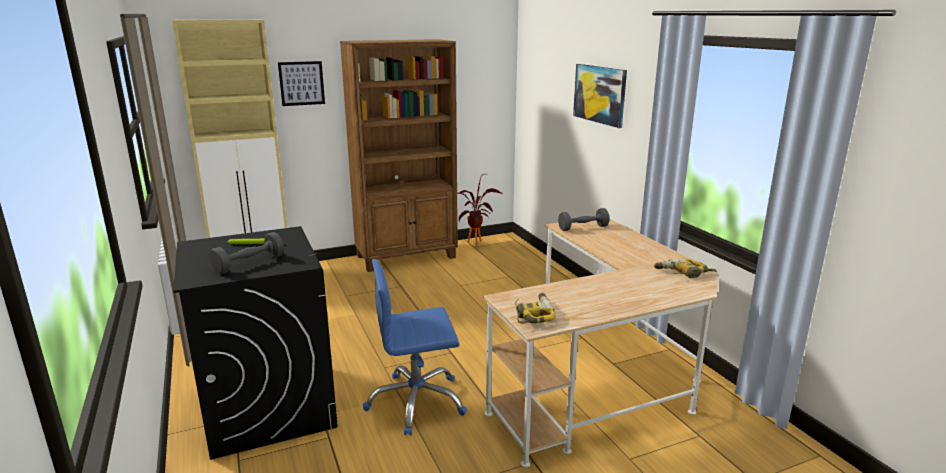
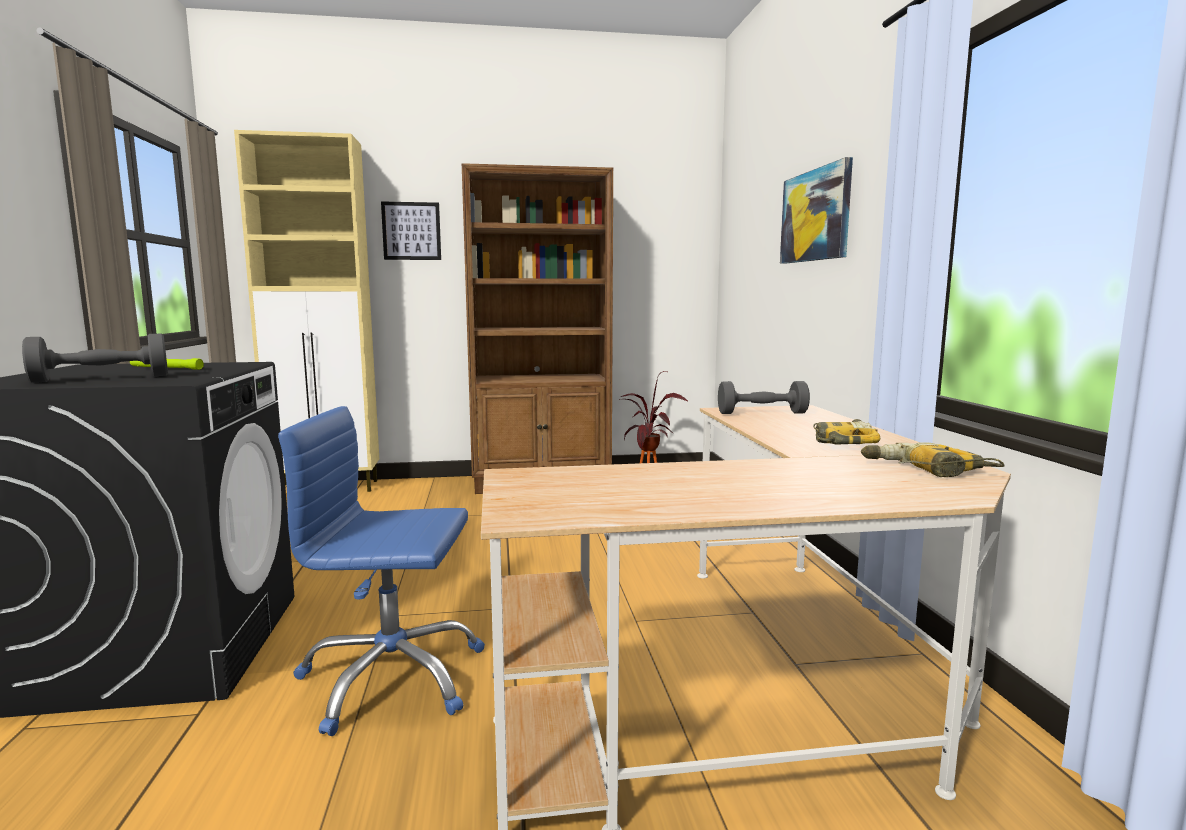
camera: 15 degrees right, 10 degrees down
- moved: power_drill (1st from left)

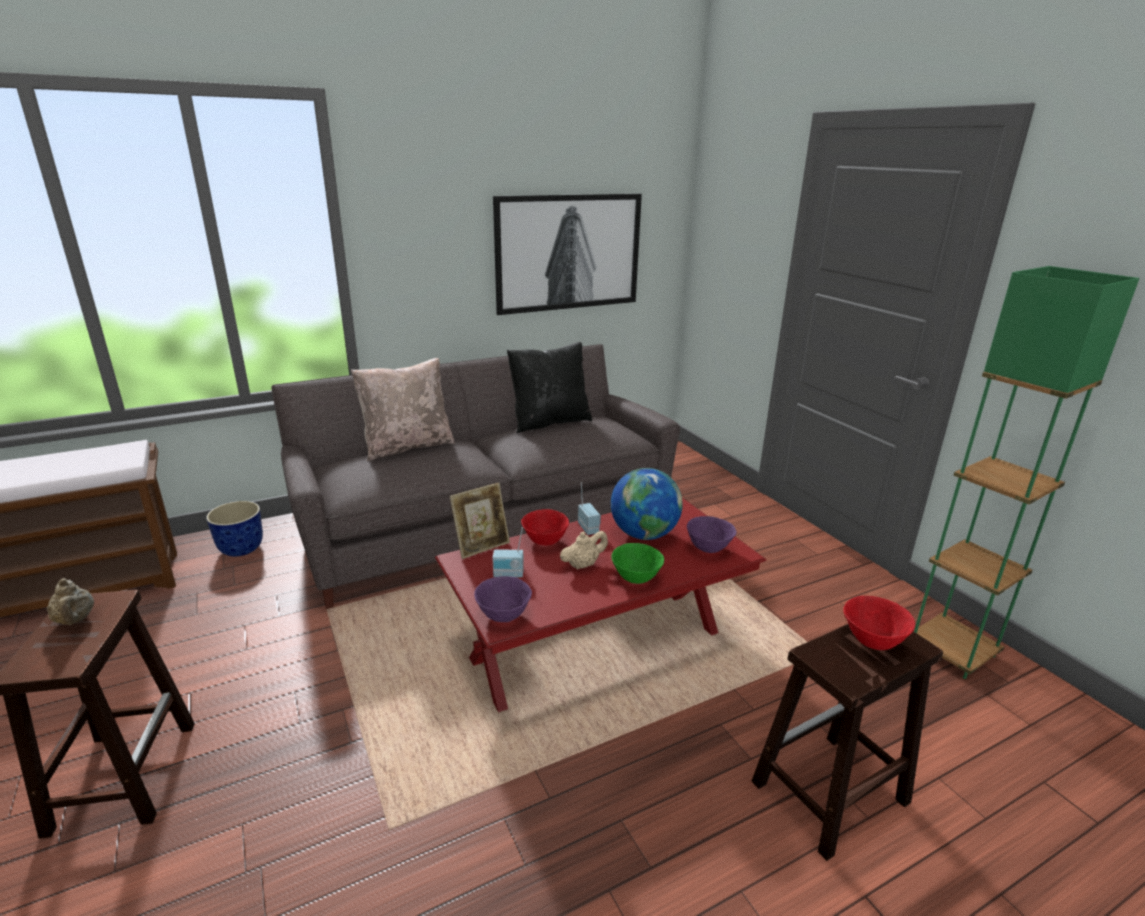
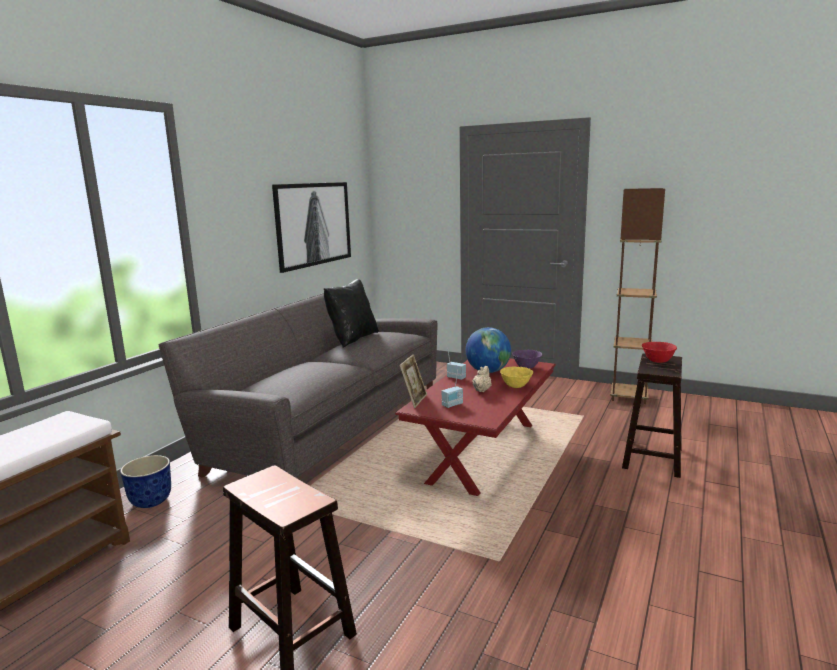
camera: 35 degrees left, 10 degrees down
- removed: beige_teapot (1st from left)
- removed: beige_pillow
- removed: purple_bowl (1st from left)
- removed: red_bowl (1st from left)
- recoloured: green_bowl to yellow_bowl
- recoloured: green_floor_lamp to brown_floor_lamp

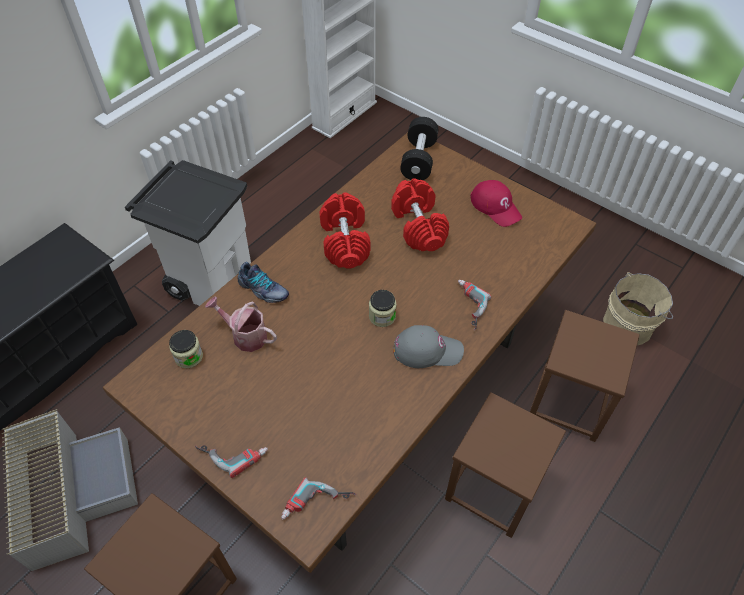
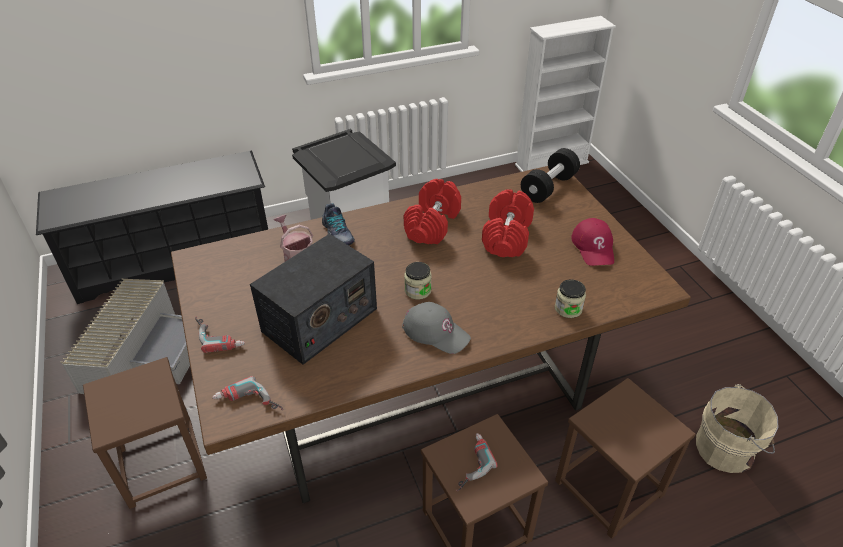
camera: 30 degrees right, 10 degrees down
- moved: jar (1st from left in the first image) to jar (2nd from left)
- moved: power_drill (3rd from left)
- added: radio

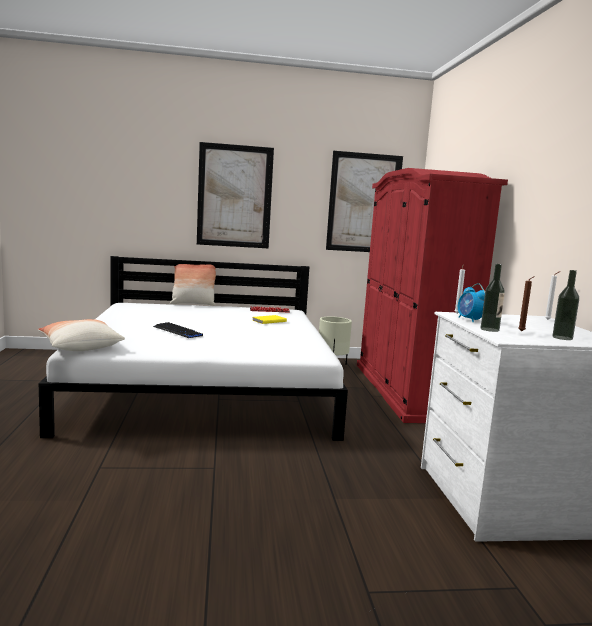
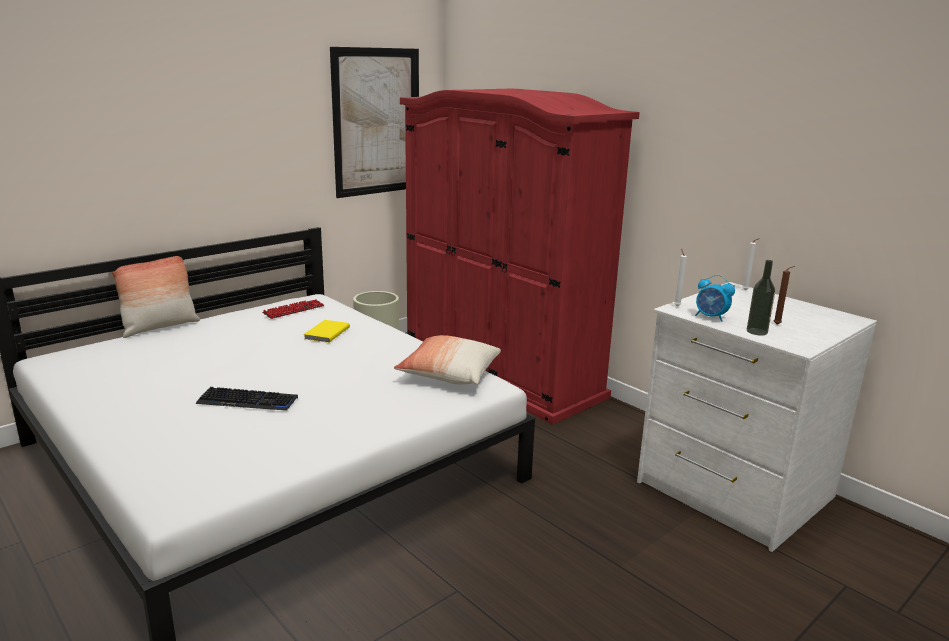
camera: 35 degrees left, 10 degrees up
- moved: pillow (1st from left in the first image) to pillow (2nd from left)
- removed: picture (1st from left)
- removed: bottle (2nd from left)

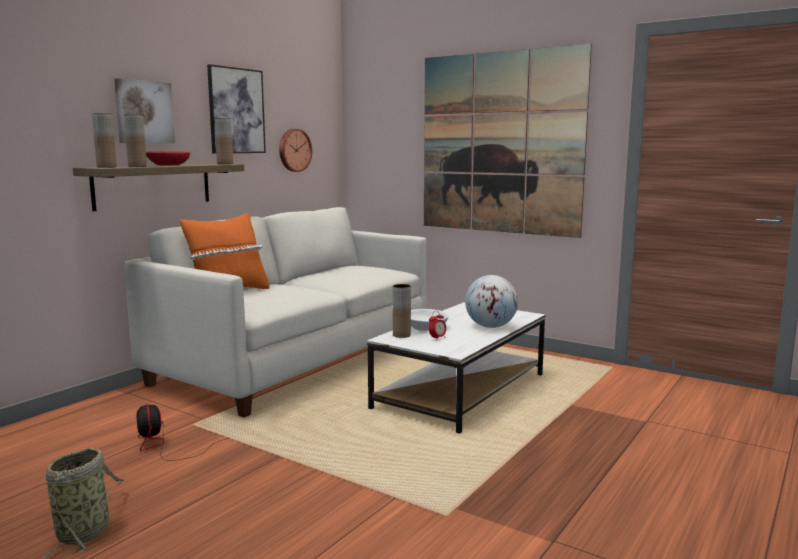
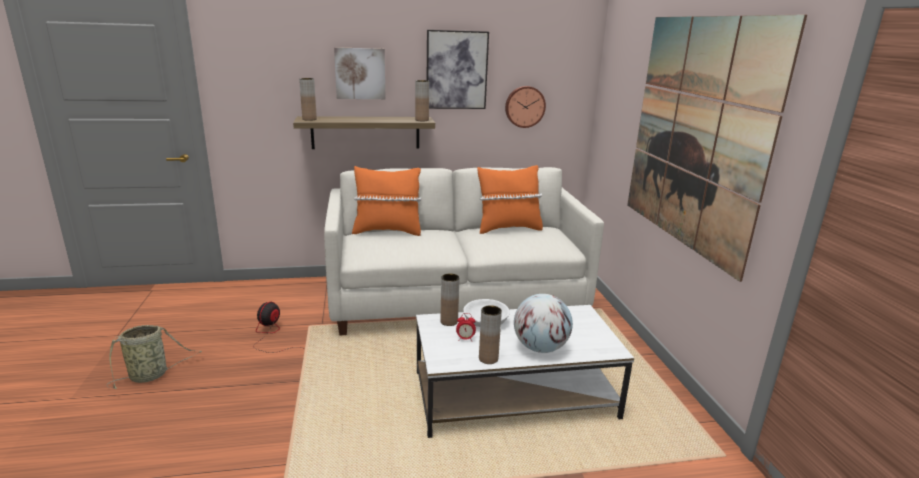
camera: 45 degrees right, 10 degrees up
- moved: brown_vase (2nd from left in the first image) to brown_vase (4th from left)
- removed: red_bowl
- added: orange_pillow (2nd from left)

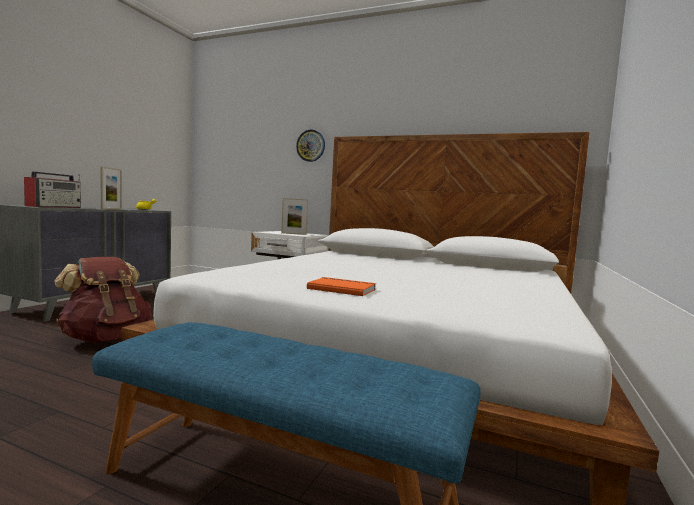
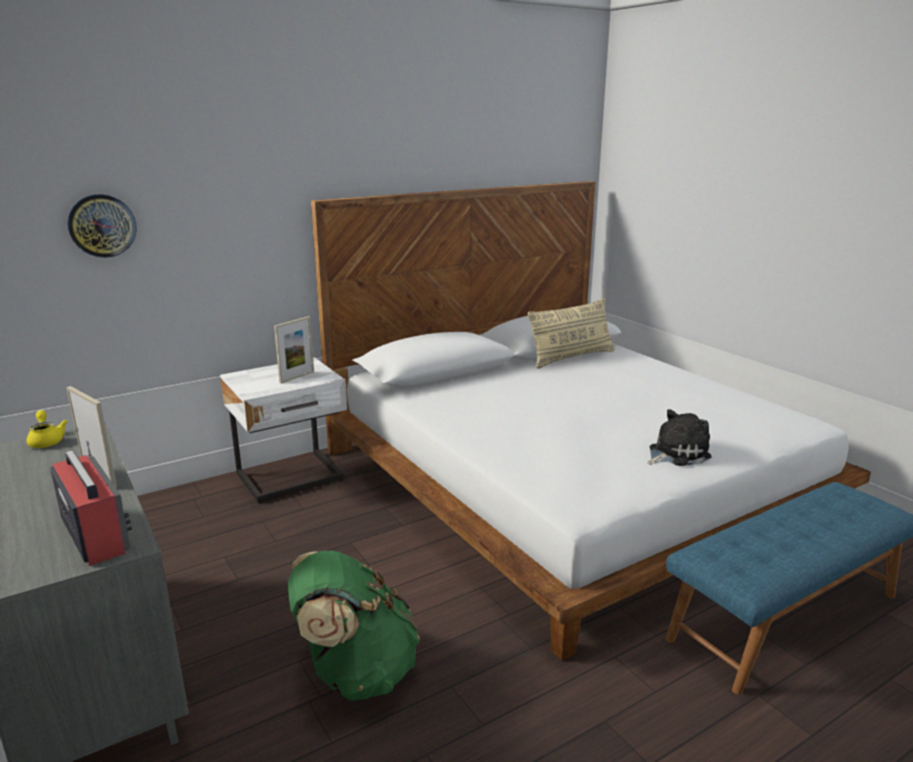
camera: 55 degrees left, 15 degrees up
- recoloured: brown_backpack to green_backpack
- moved: wall_clock
- replaced: orange_book to plush_toy
- added: beige_pillow

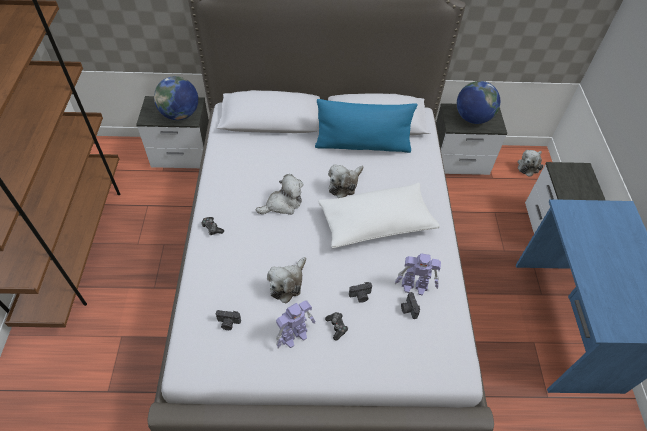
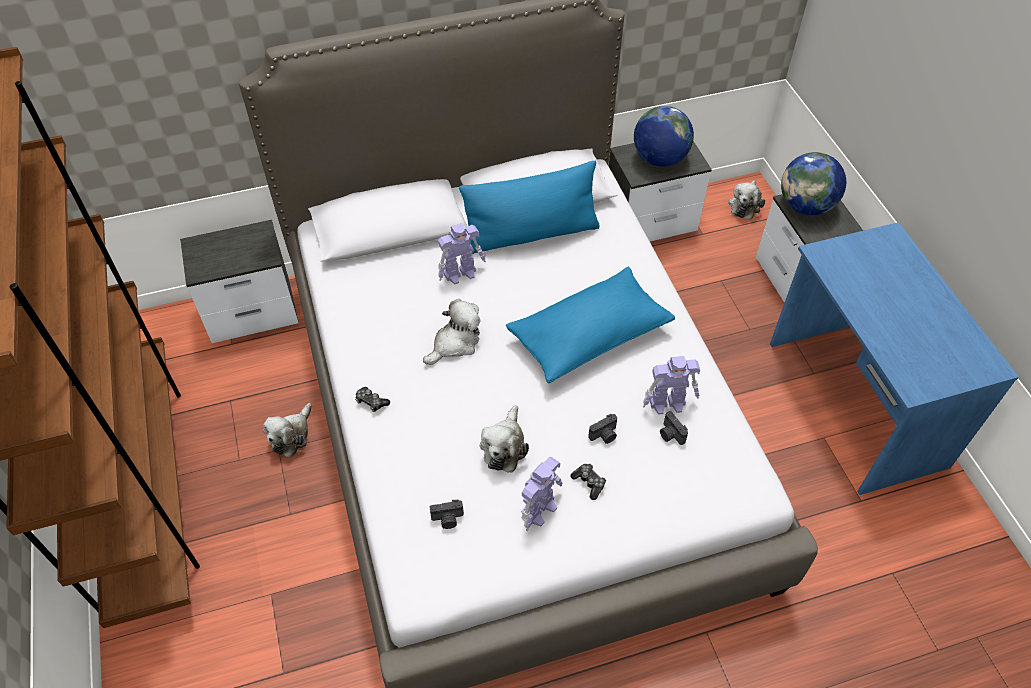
camera: 15 degrees left, 0 degrees up
- moved: globe (1st from left in the first image) to globe (2nd from left)
- recoloured: white_pillow to blue_pillow (2nd from left)
- moved: plush_toy (3rd from left in the first image) to plush_toy (1st from left)
- added: toy_robot (1st from left)

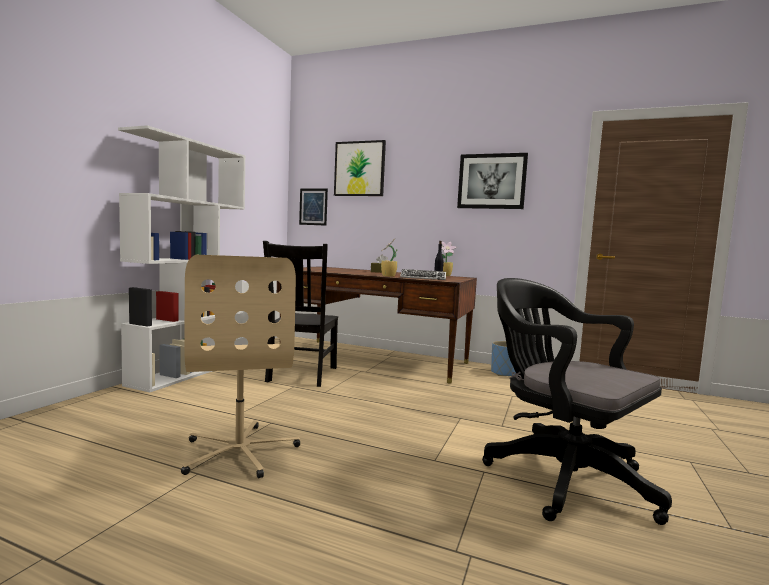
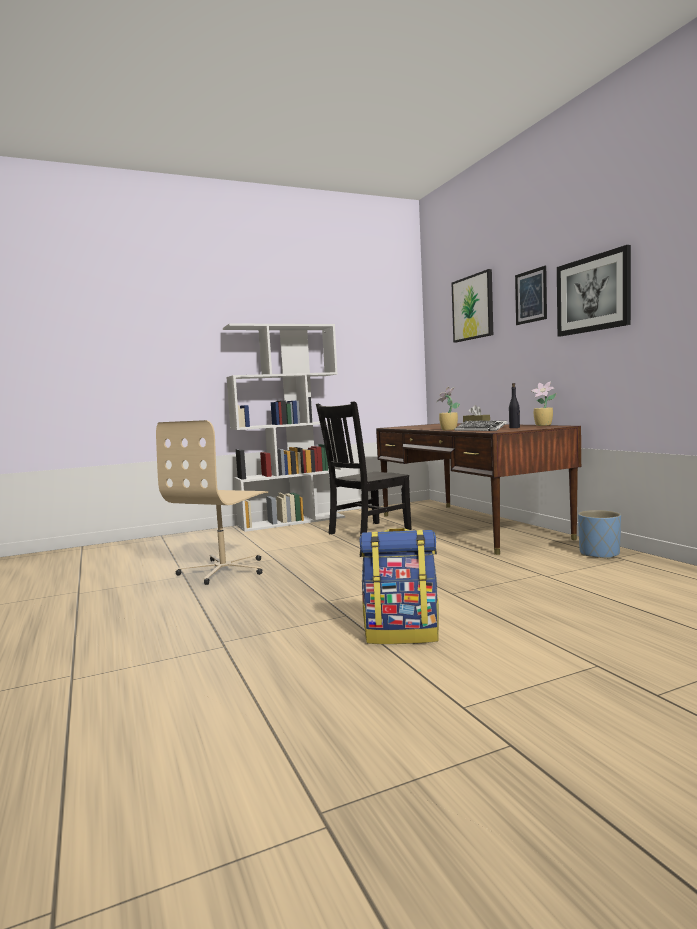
camera: 45 degrees right, 0 degrees up
- moved: picture (1st from left in the first image) to picture (2nd from left)
- replaced: black_office_chair to backpack

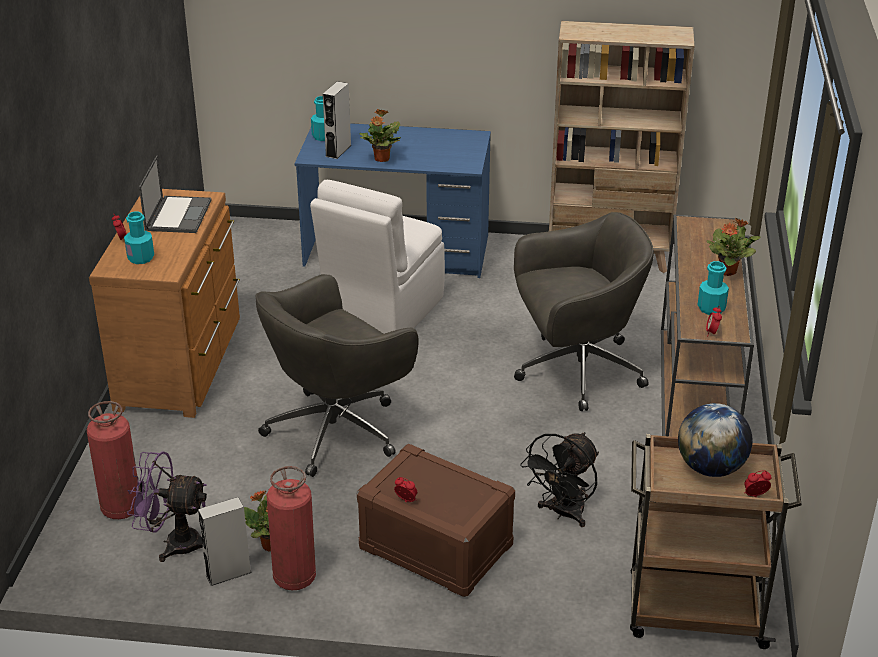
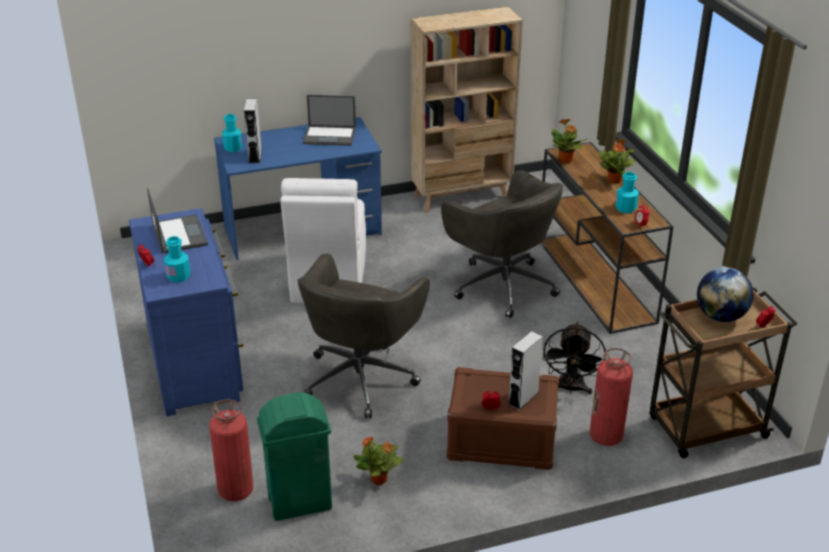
camera: 25 degrees left, 0 degrees up
- recoloured: brown_dresser to blue_dresser
- replaced: purple_fan to green_trash_can
- moved: grey_speaker (1st from left in the first image) to grey_speaker (2nd from left)
- moved: fire_extinguisher (2nd from left)
- moved: potted_plant (2nd from left)
- turned: grey_office_chair (2nd from left) 90 degrees clockwise
- added: laptop (2nd from left)

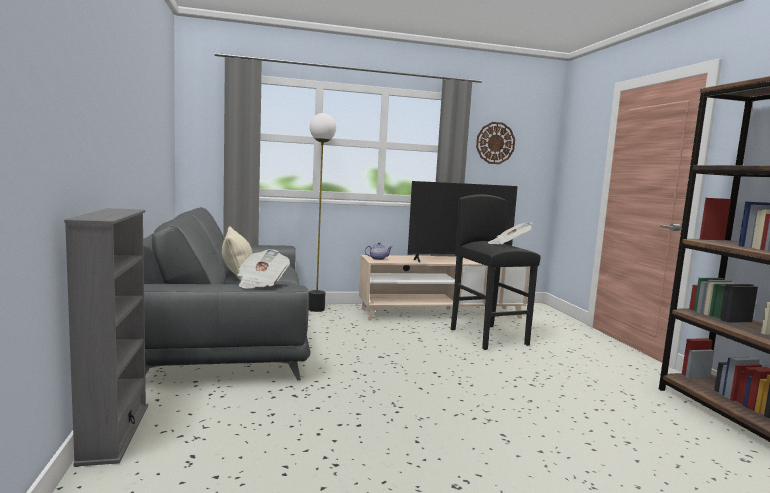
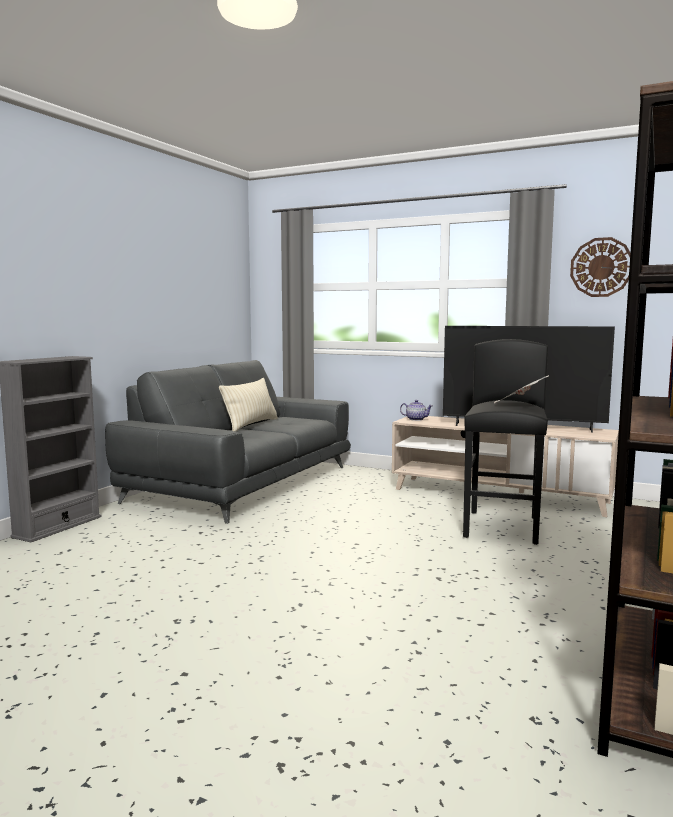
camera: 40 degrees right, 0 degrees up
- removed: newspaper (1st from left)
- removed: floor_lamp

